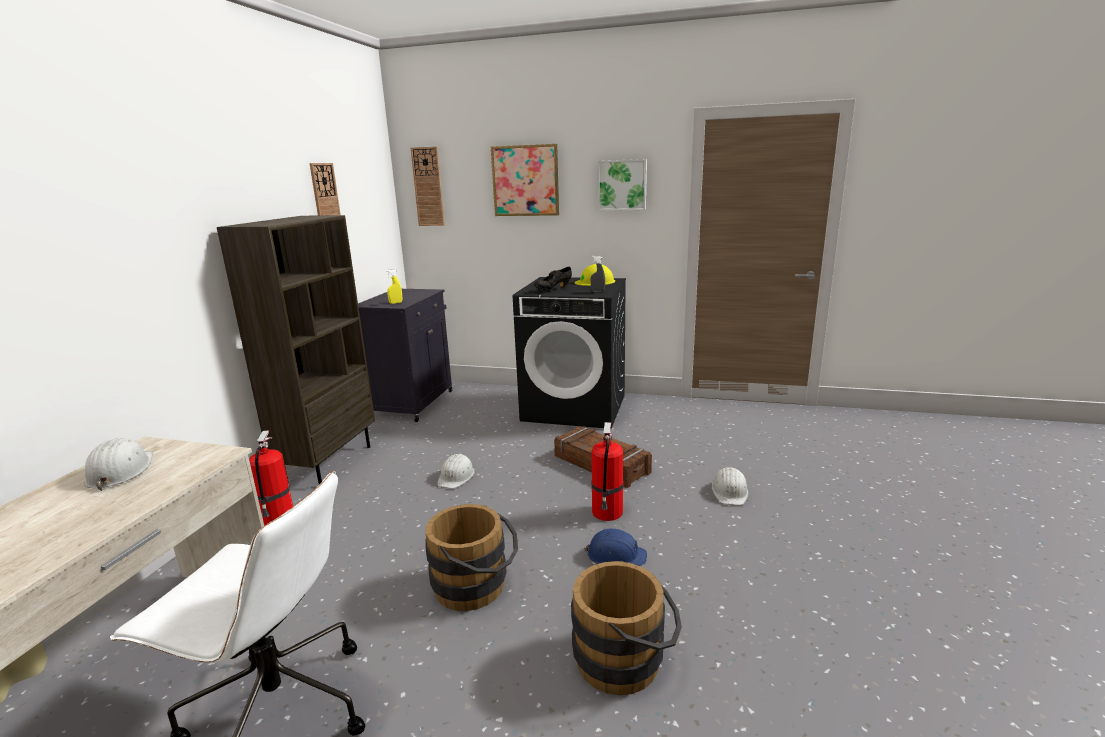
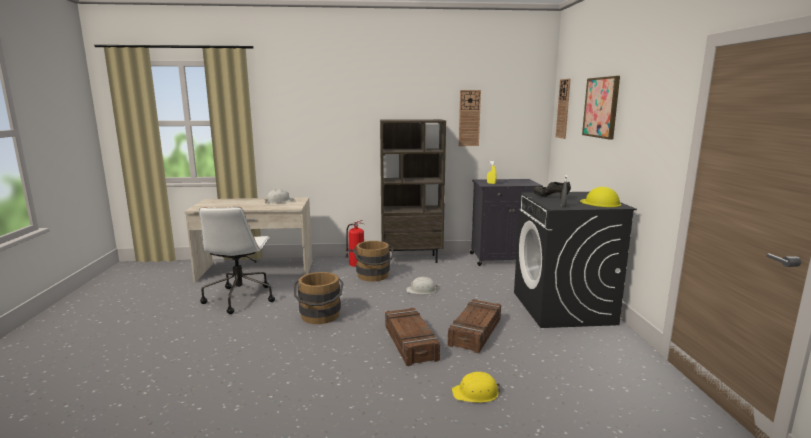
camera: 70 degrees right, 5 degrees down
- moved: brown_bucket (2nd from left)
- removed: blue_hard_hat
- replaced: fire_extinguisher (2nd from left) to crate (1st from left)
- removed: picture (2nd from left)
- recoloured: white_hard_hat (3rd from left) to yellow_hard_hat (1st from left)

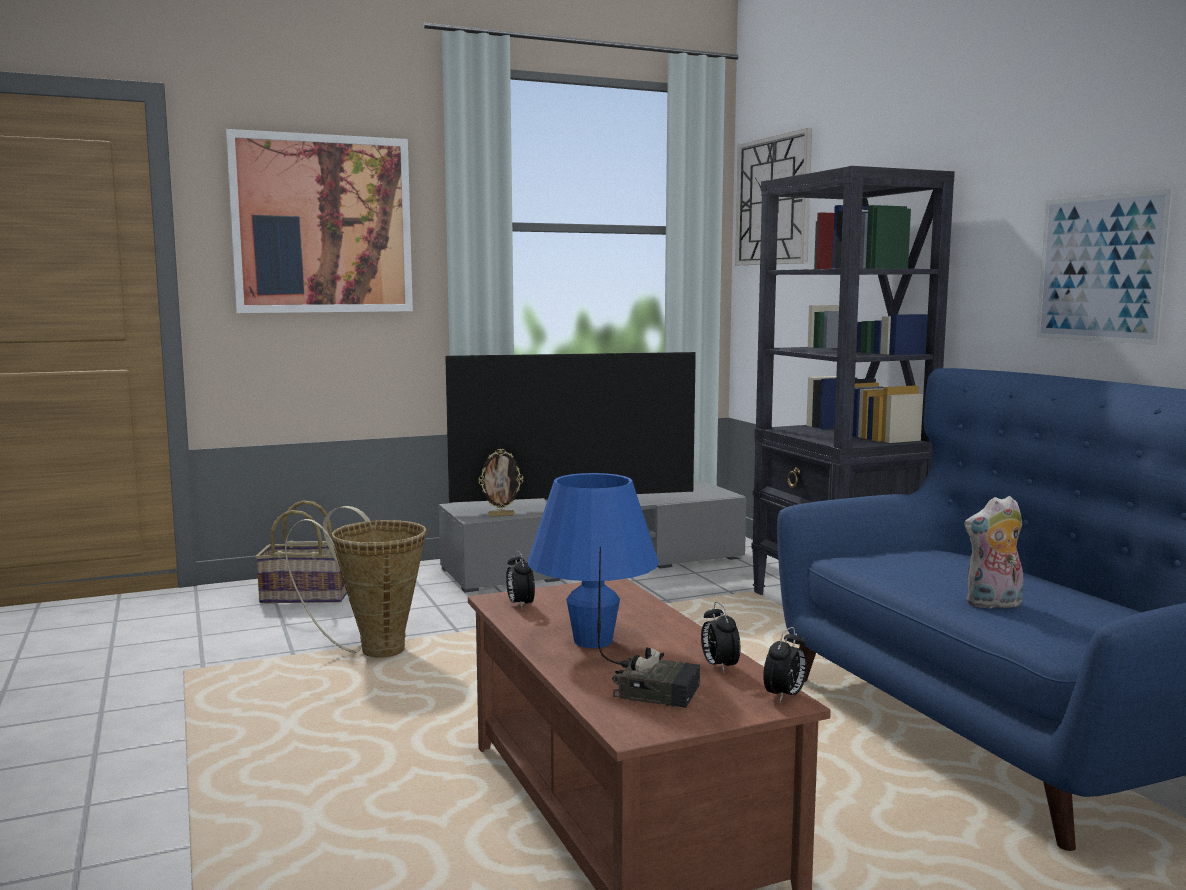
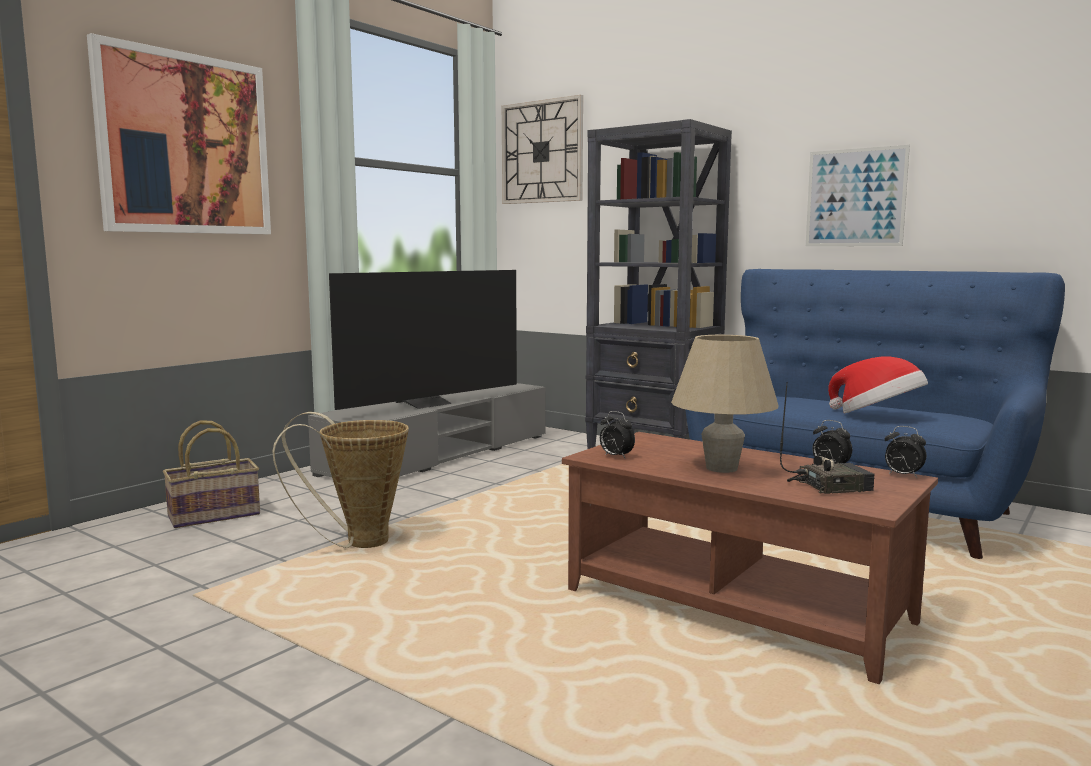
camera: 30 degrees left, 0 degrees up
- removed: picture_frame
- recoloured: blue_table_lamp to beige_table_lamp
- turned: alarm_clock (3rd from left) 120 degrees clockwise
- replaced: plush_toy to hat

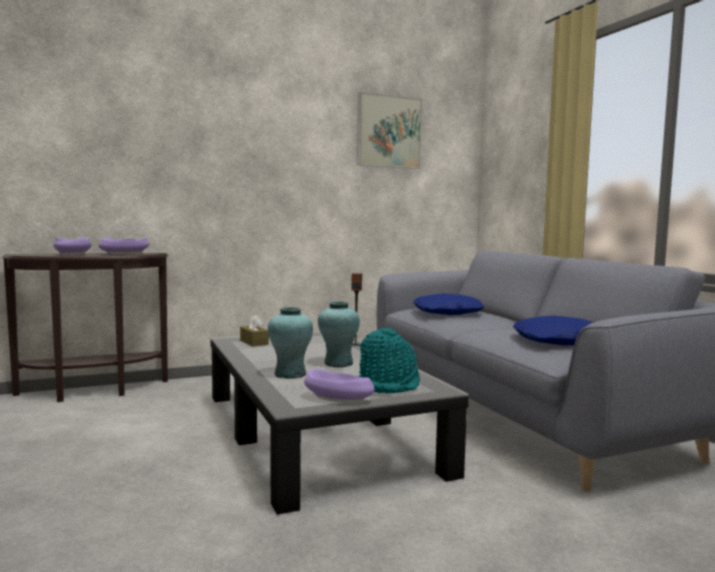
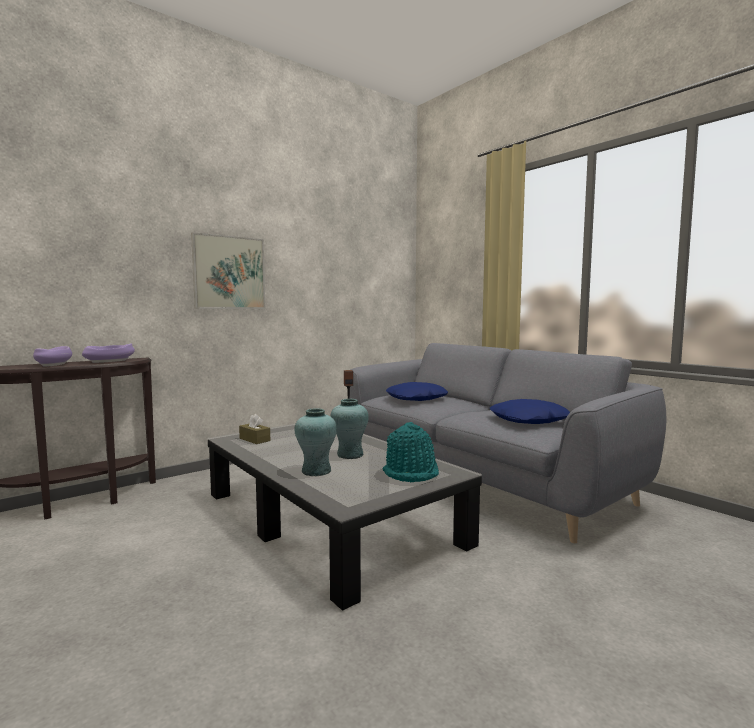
camera: 15 degrees left, 0 degrees up
- removed: purple_bowl (3rd from left)
- moved: picture

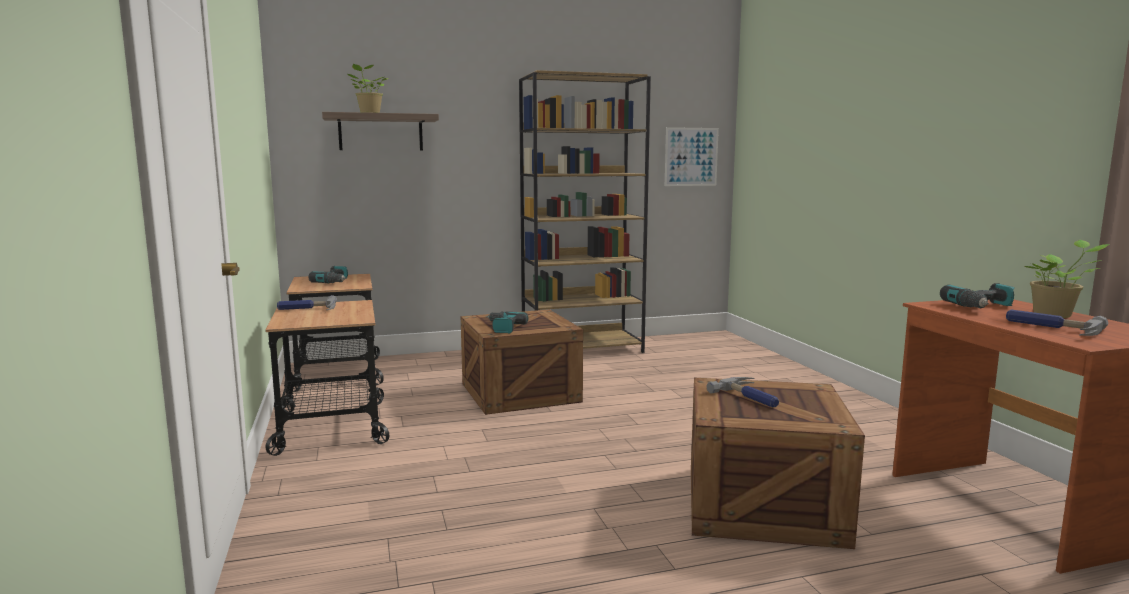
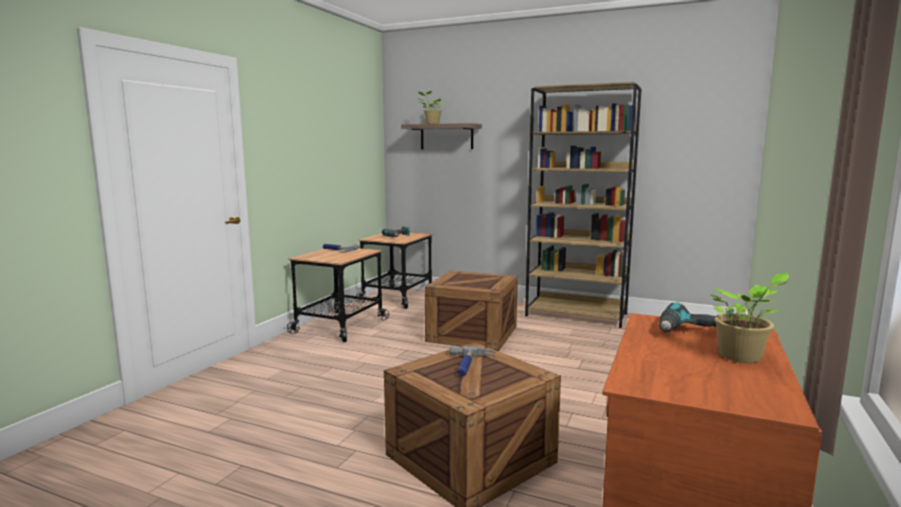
camera: 40 degrees right, 0 degrees up
- removed: power_drill (2nd from left)
- removed: picture
- removed: hammer (3rd from left)

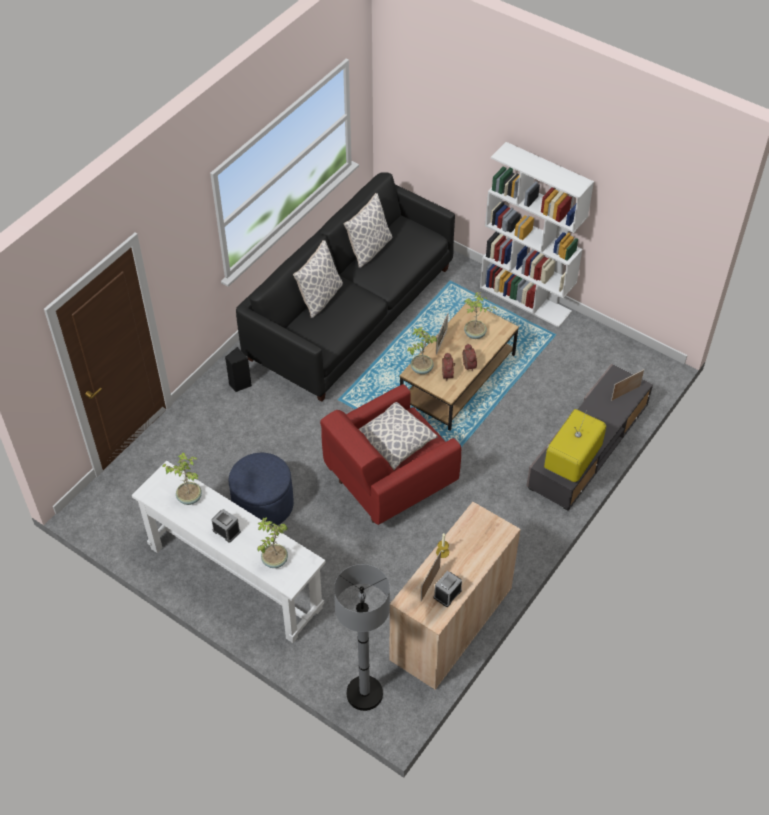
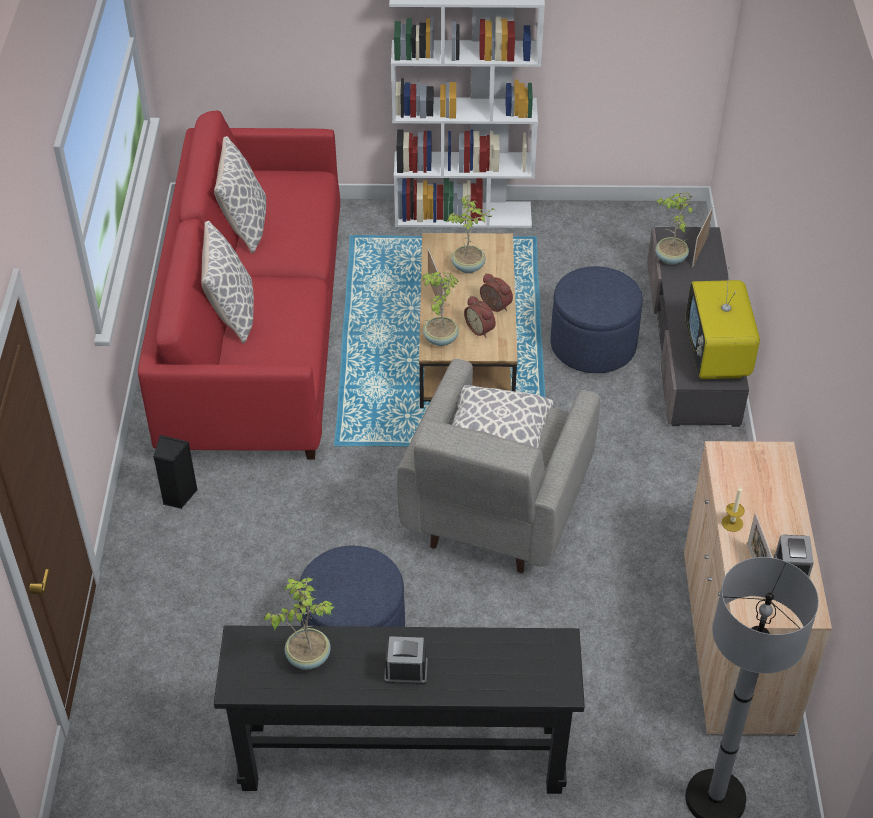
camera: 35 degrees left, 5 degrees down
- recoloured: white_console_table to black_console_table
- recoloured: black_sofa to red_sofa
- moved: potted_plant (2nd from left in the first image) to potted_plant (4th from left)
- recoloured: red_armchair to grey_armchair
- added: blue_ottoman (2nd from left)

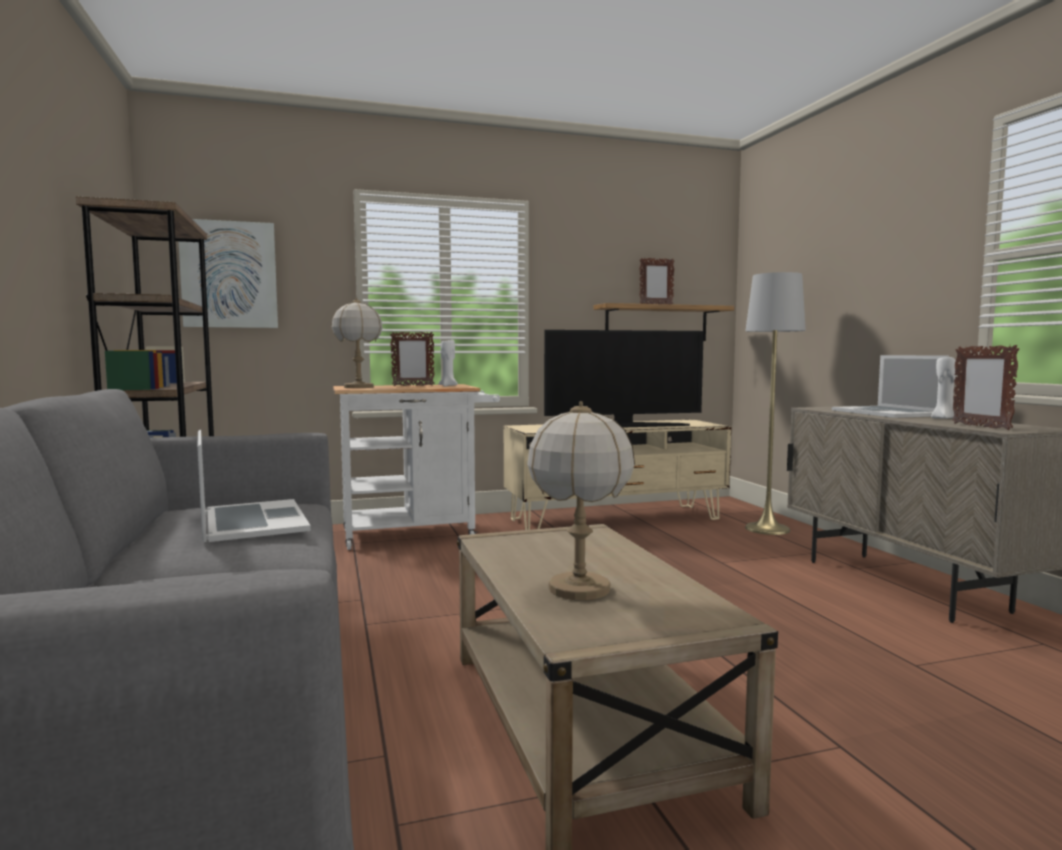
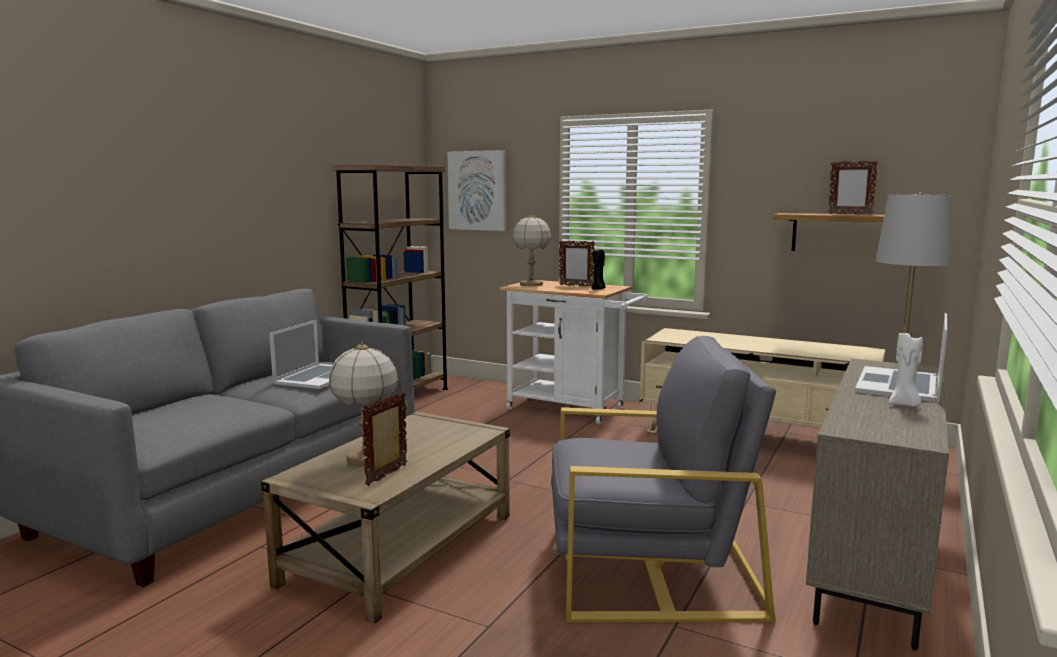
camera: 45 degrees right, 5 degrees up
- recoloured: white_candle (1st from left) to black_candle
- removed: television
- moved: picture_frame (3rd from left in the first image) to picture_frame (1st from left)
- added: grey_armchair

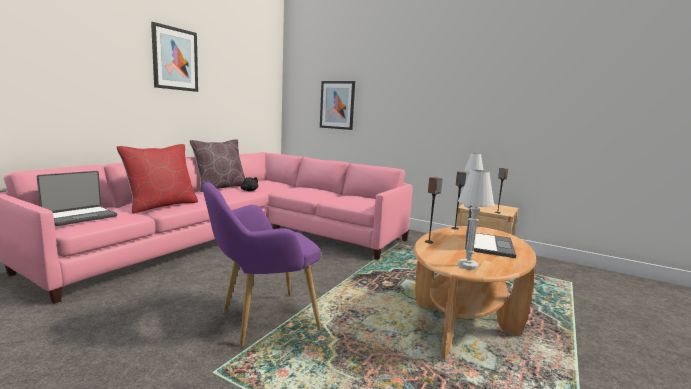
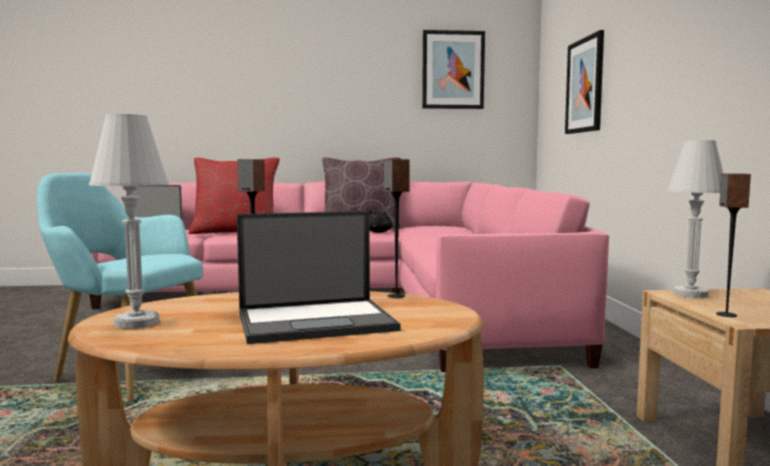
camera: 55 degrees right, 5 degrees down
- moved: picture (1st from left)
- recoloured: purple_armchair to turquoise_armchair

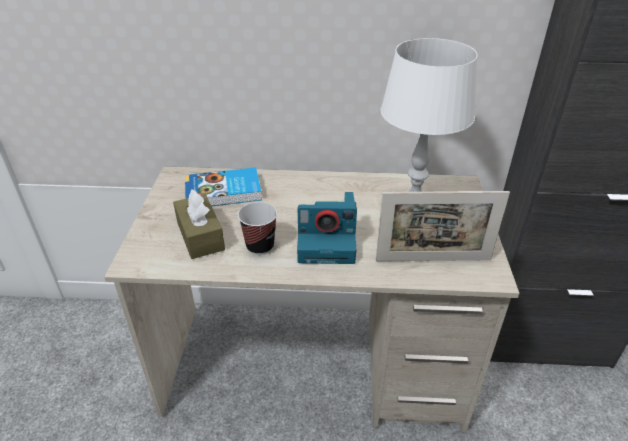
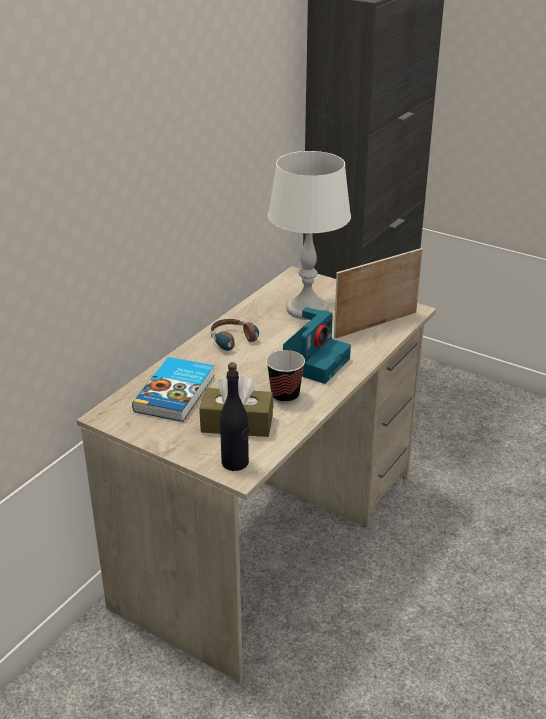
camera: 60 degrees left, 5 degrees down
- turned: picture_frame 150 degrees counterclockwise
- added: headphones
- added: black_bottle

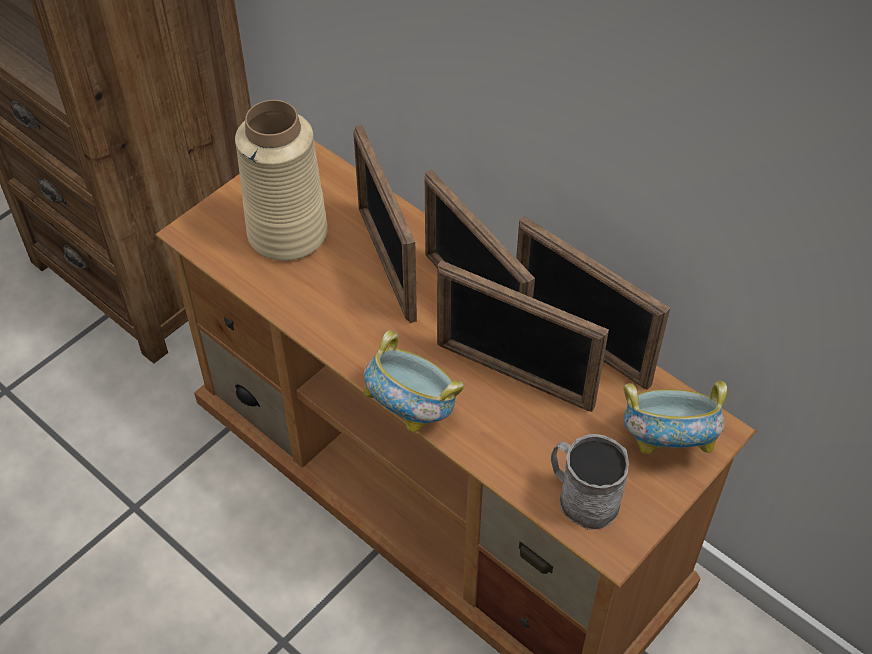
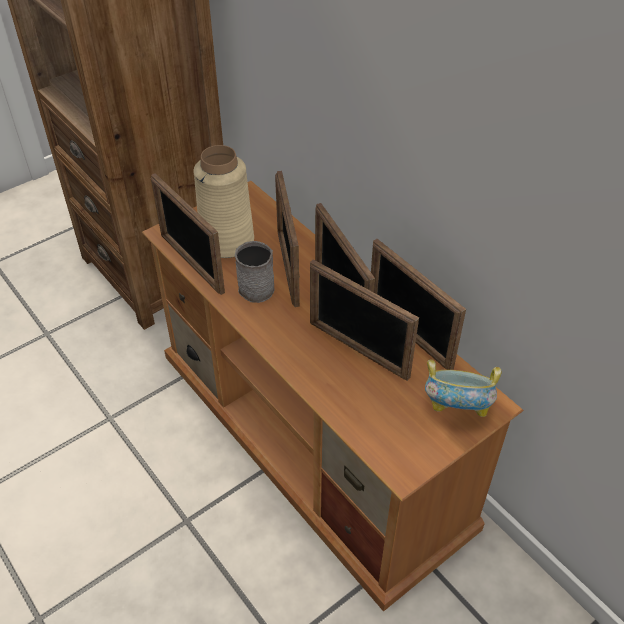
camera: 10 degrees right, 5 degrees down
- removed: bowl (1st from left)
- moved: grey_mug
- added: picture_frame (1st from left)

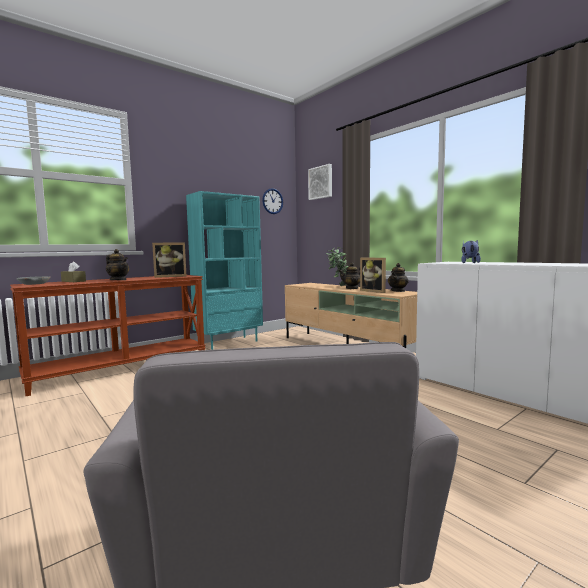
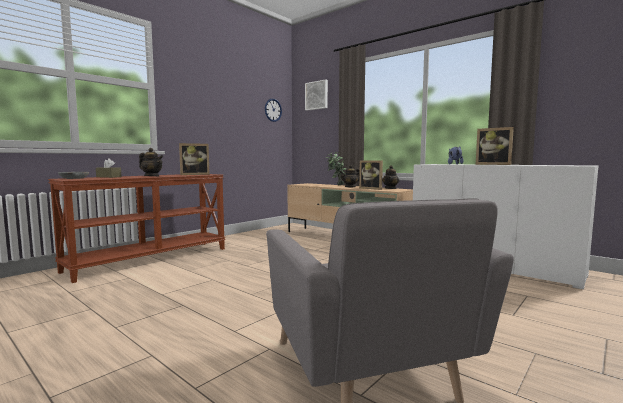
camera: 10 degrees left, 0 degrees up
- removed: turquoise_bookcase
- added: picture_frame (3rd from left)

